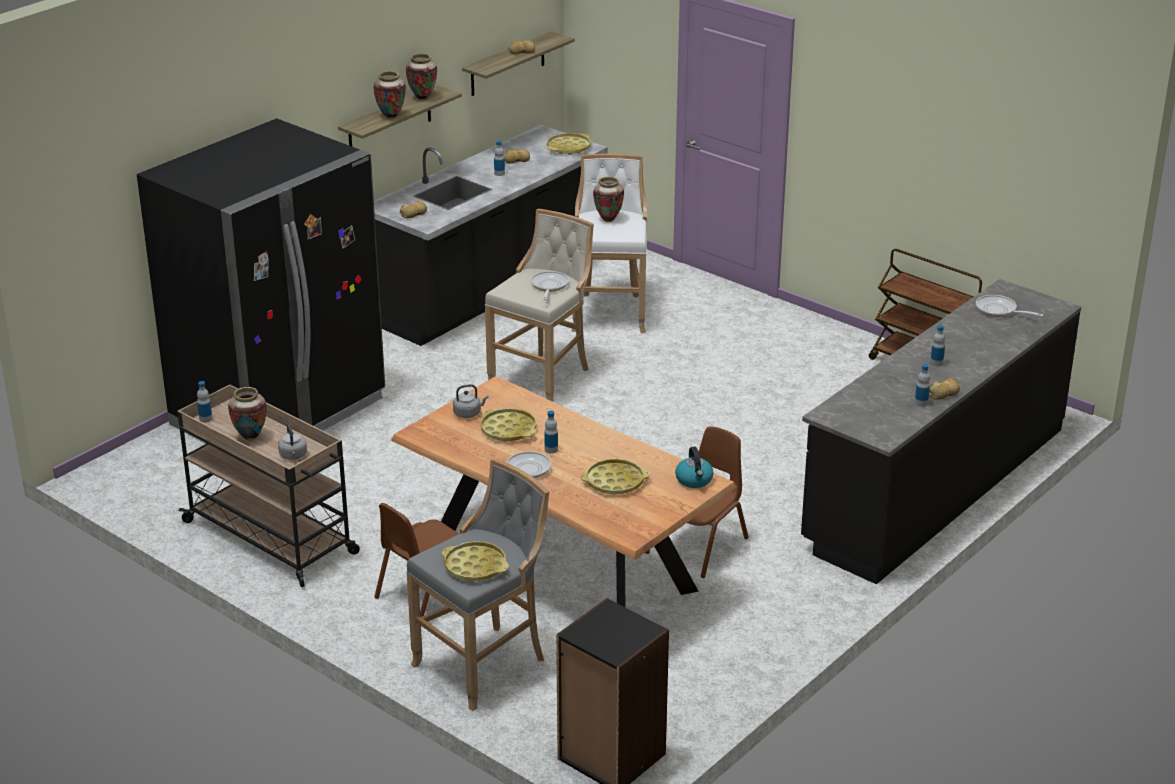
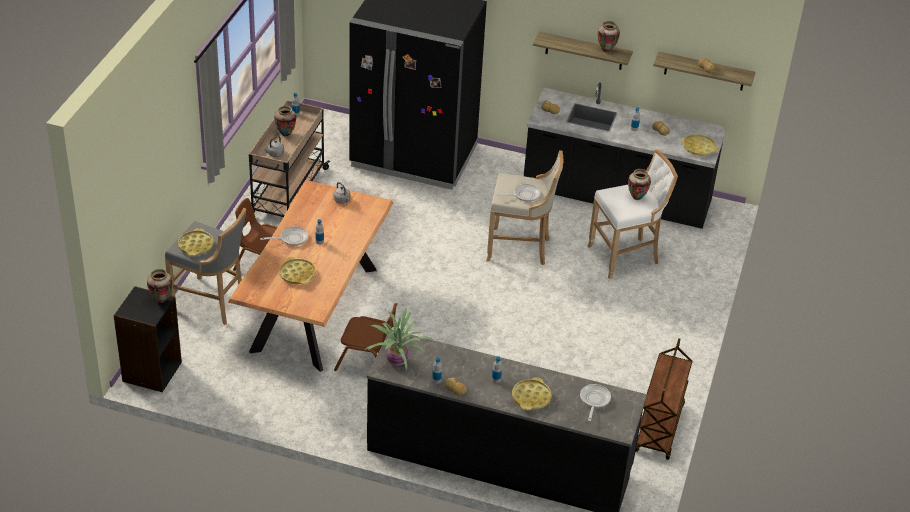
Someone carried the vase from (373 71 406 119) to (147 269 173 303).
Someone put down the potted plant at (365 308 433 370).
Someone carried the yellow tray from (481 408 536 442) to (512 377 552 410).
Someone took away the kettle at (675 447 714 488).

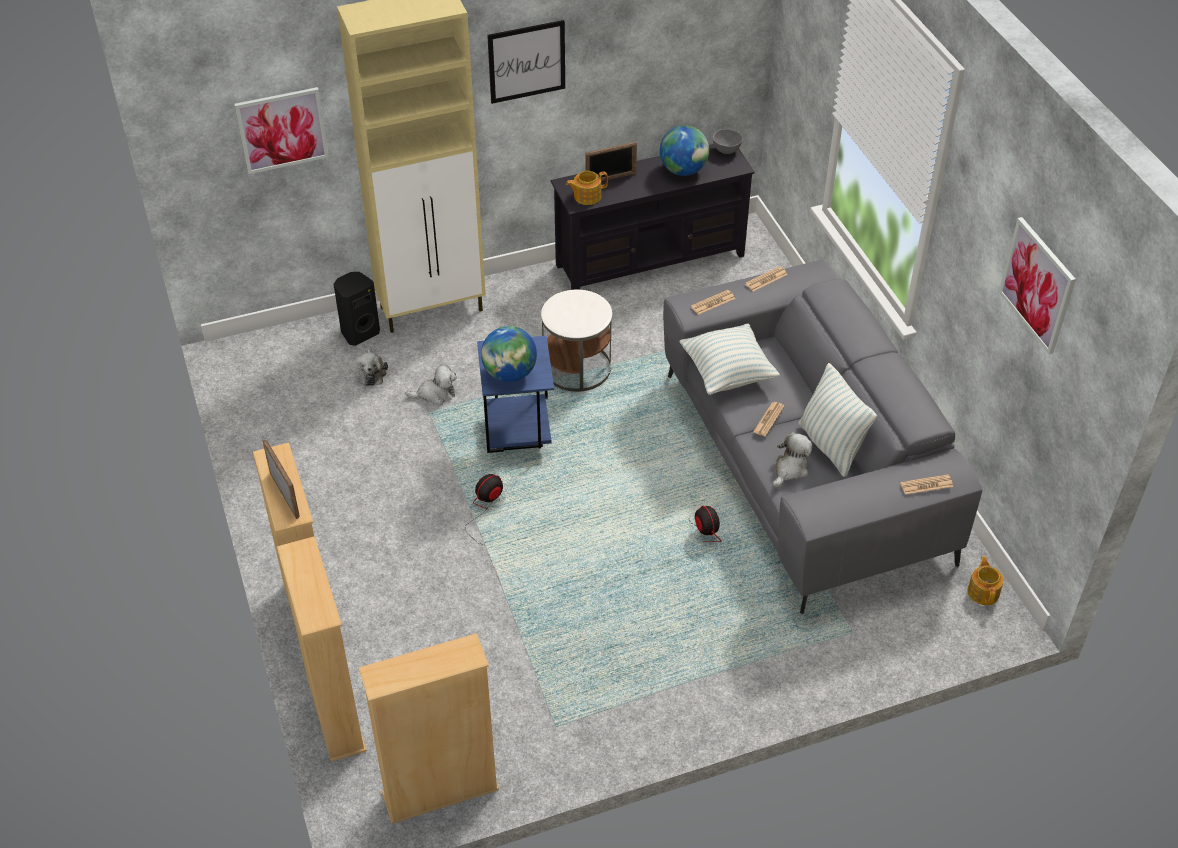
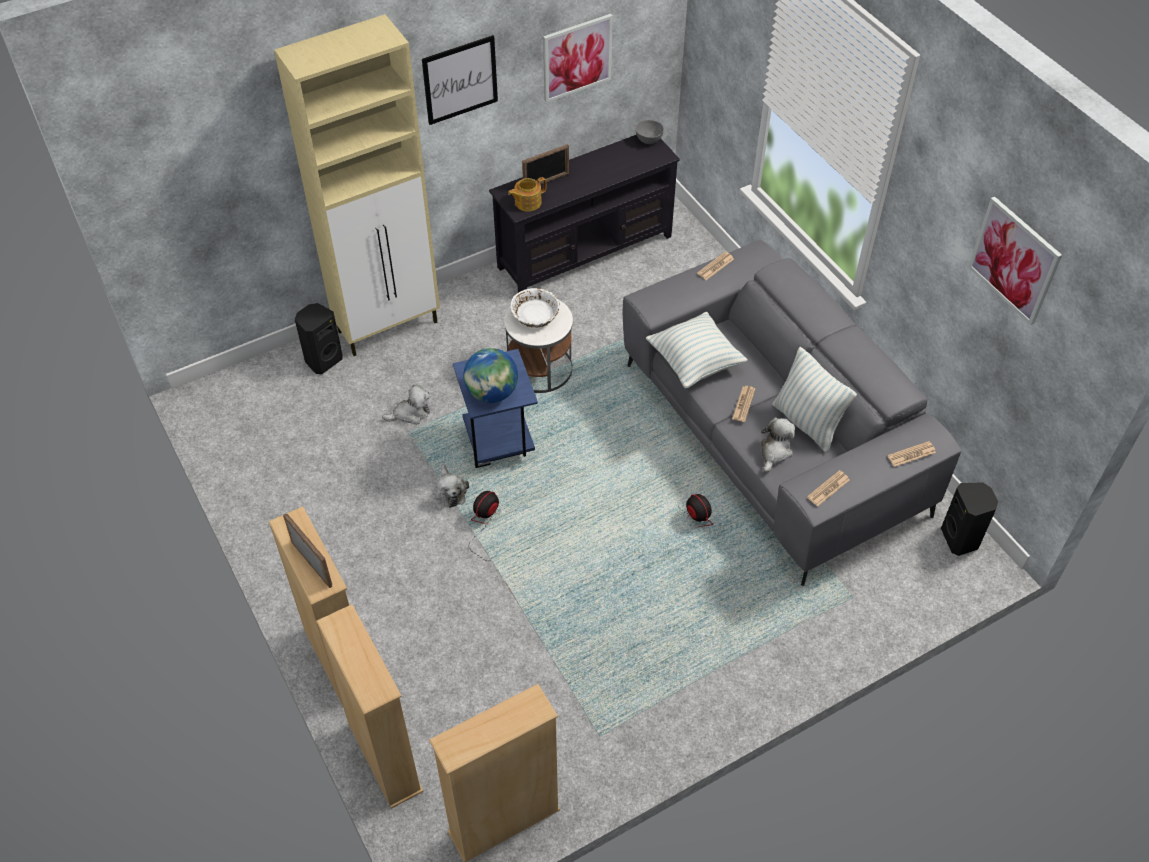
Someone carried the plush toy from (355 348 388 386) to (435 464 469 508).
Someone put down the white bowl at (510 288 560 328).
Someone carried the picture from (234 87 329 174) to (543 14 613 103).
Someone carried the newspaper from (691 290 735 315) to (807 470 850 506).
Someone swapped the teapot at (967 556 1004 605) for the black speaker at (941 482 998 556).
Someone took away the globe at (660 125 709 176).

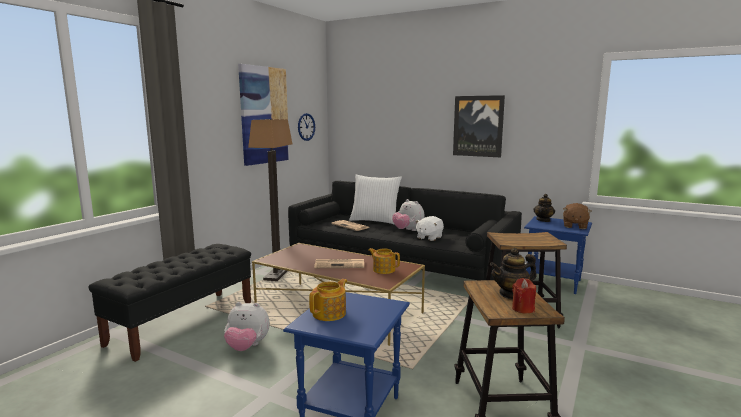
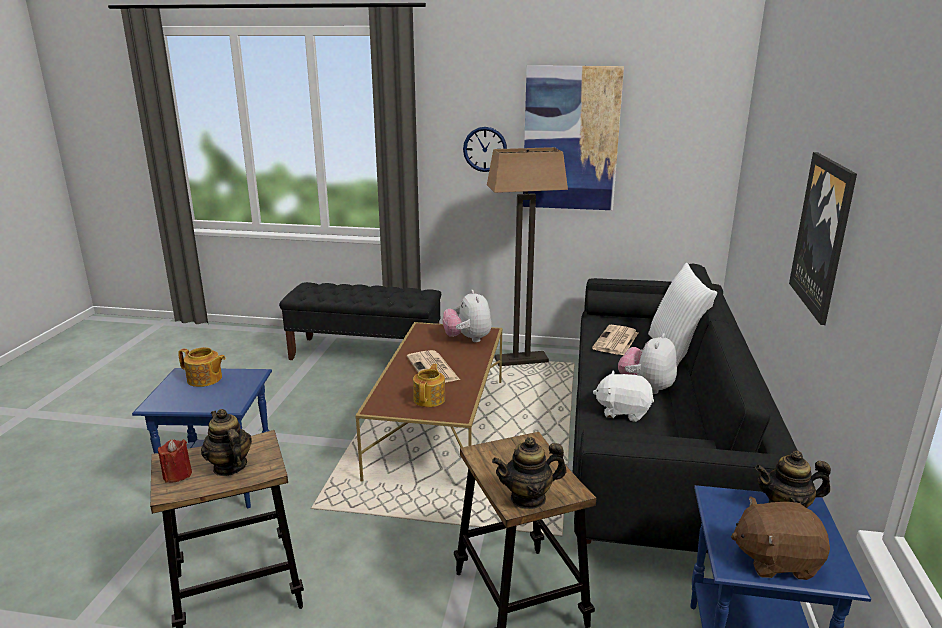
Someone carried the plush toy from (224 302 270 351) to (442 290 492 342).
Someone carried the wall clock from (298 113 315 141) to (463 127 507 172).
Someone put down the teapot at (492 437 567 509).

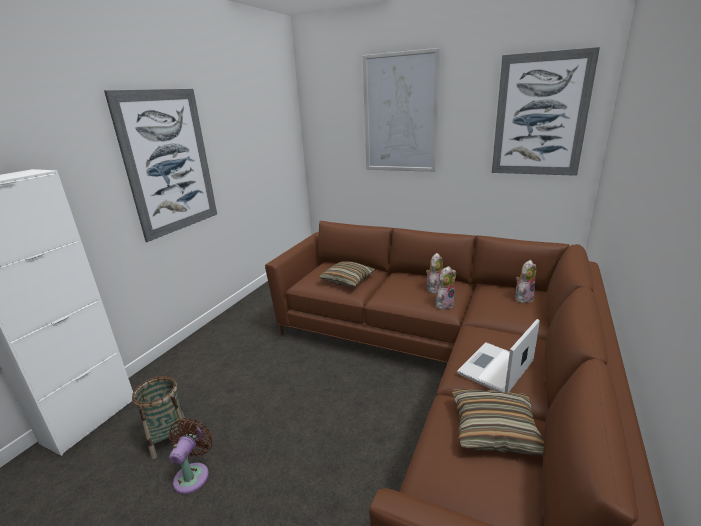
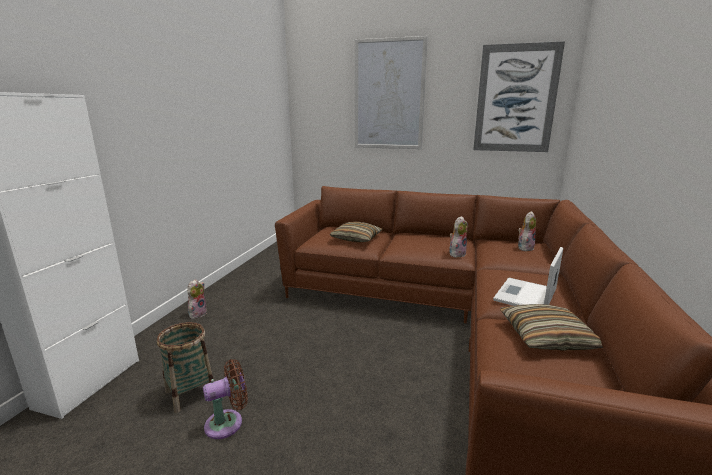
Someone carried the plush toy from (426 253 443 294) to (187 279 207 319).
Someone rotated the brown fan at (169 418 213 494) by 60 degrees clockwise.
Someone took away the picture at (104 89 217 242).

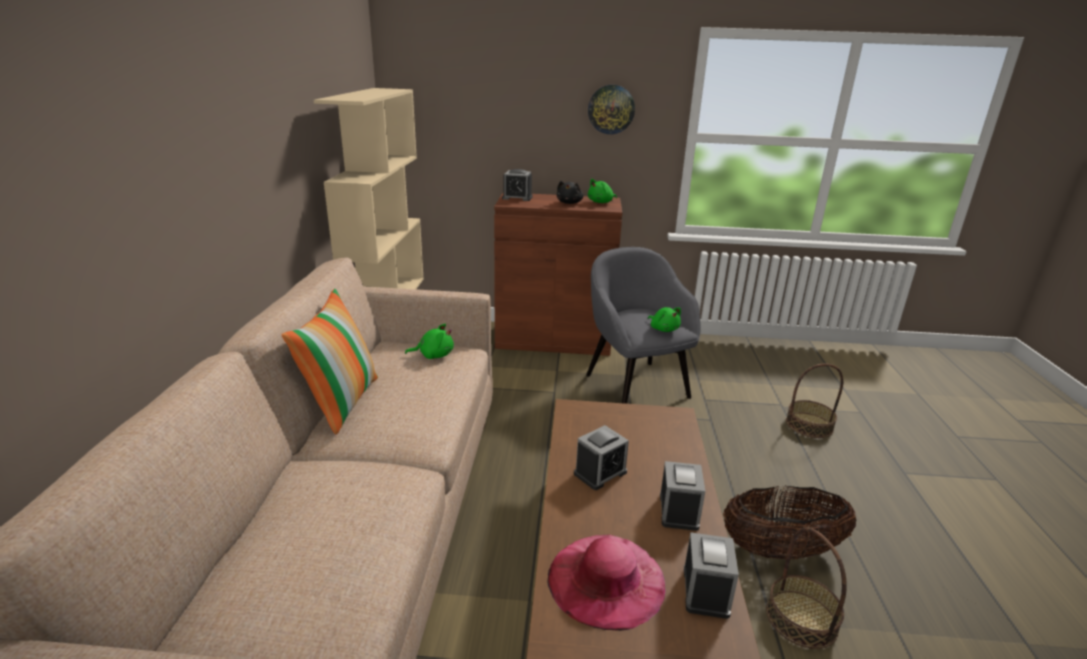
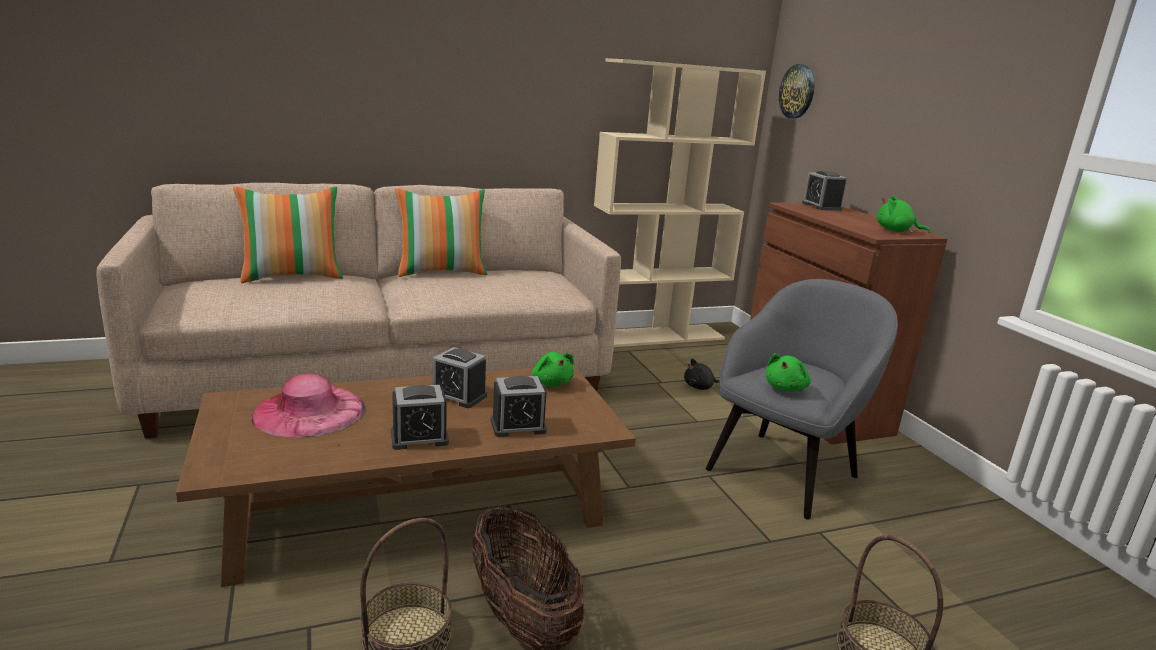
Someone put down the pillow at (233 186 343 283).
Someone carried the alarm clock from (684 532 739 619) to (491 376 547 437).
Someone carried the green plush toy from (405 324 454 359) to (532 352 574 387).
Someone carried the black plush toy from (557 181 583 204) to (684 359 720 390).
Someone carried the wall clock from (588 85 635 134) to (779 64 814 119).

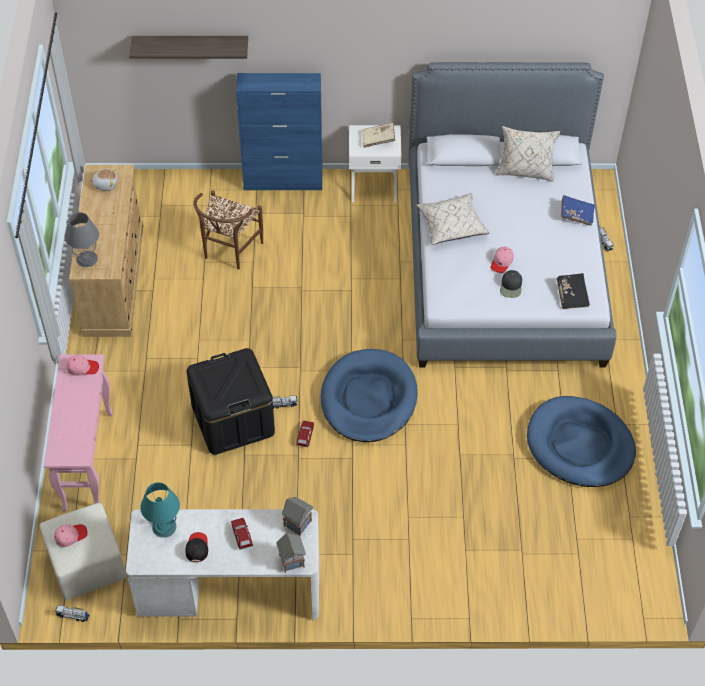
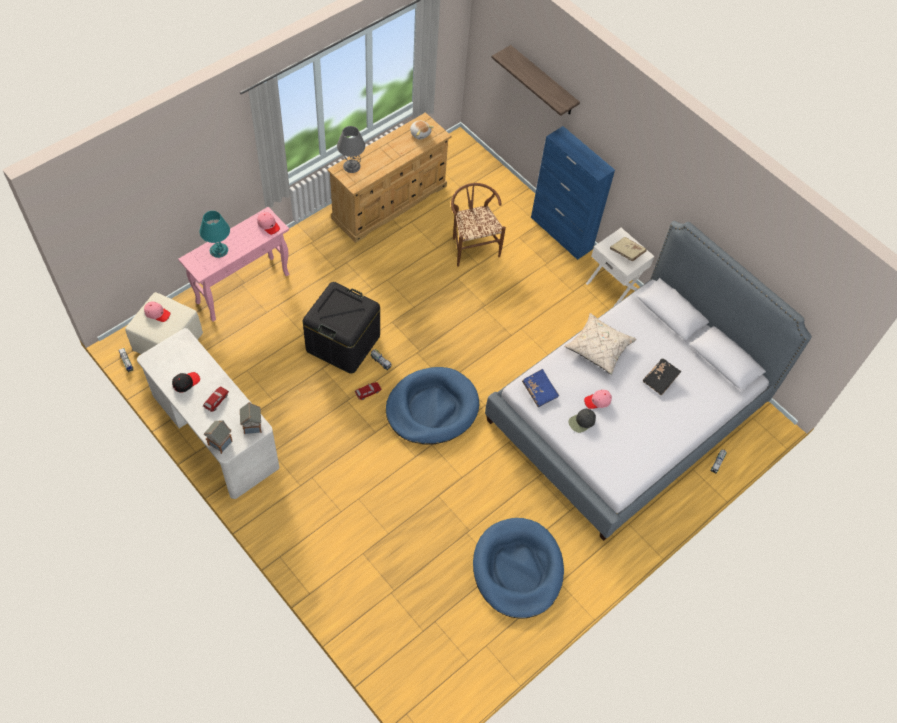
Someone carried the turquoise table lamp from (140 482 180 538) to (200 211 230 258).
Someone rotated the brown chair at (193 190 263 270) by 90 degrees clockwise.
Someone carried the blue book from (561 195 595 226) to (522 369 559 407).
Someone carried the black book from (557 273 590 309) to (643 359 681 395).
Someone took away the beige pillow at (496 126 560 182).

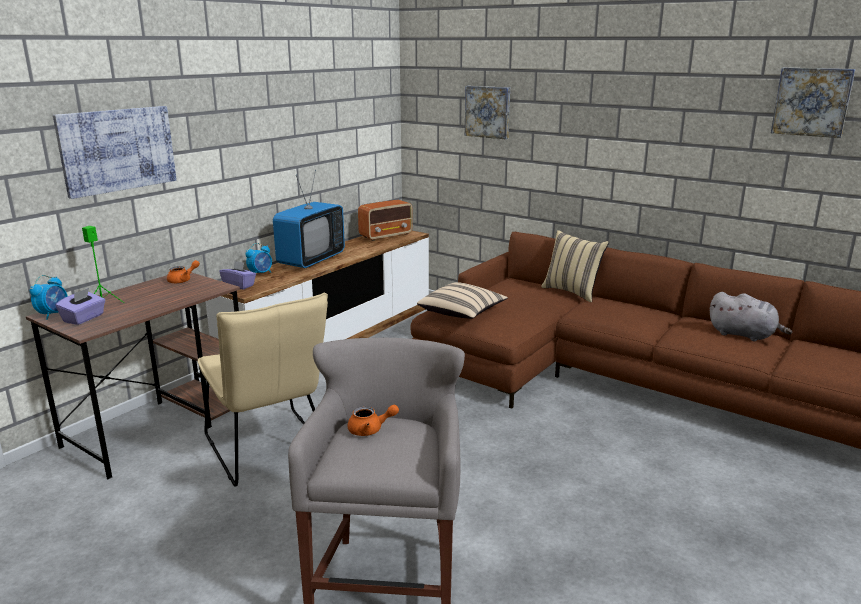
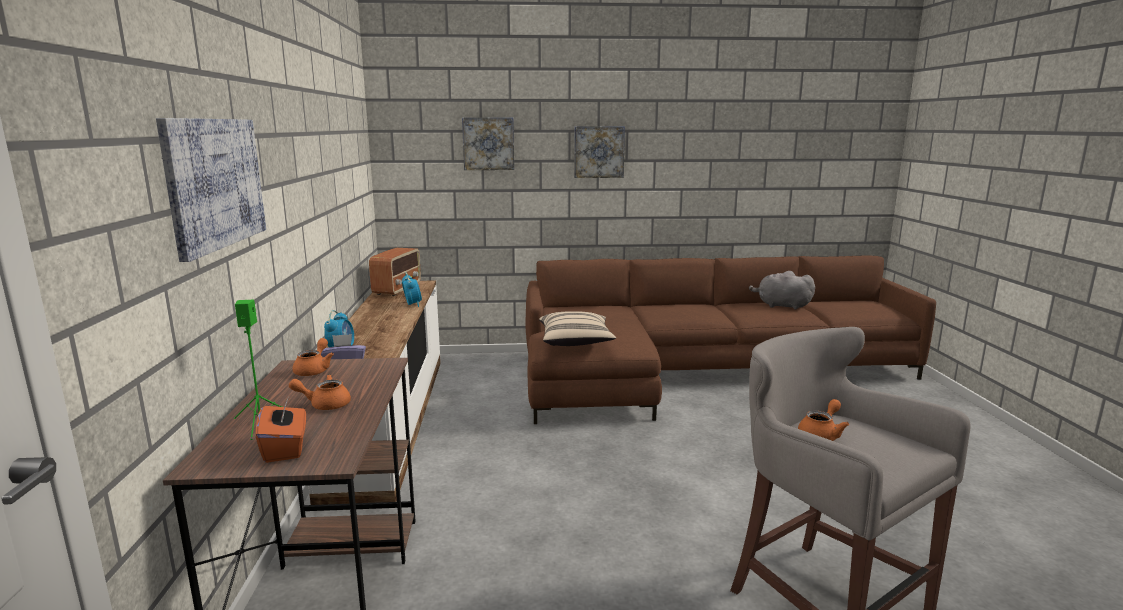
Someone repainted the purple tissue box at (55 288 105 325), which became the orange tissue box at (256 396 306 463).
Someone put down the orange teapot at (289 375 351 410).
Someone carried the alarm clock from (30 275 67 320) to (402 273 422 307).
Someone carried the picture from (771 67 856 138) to (574 126 625 178).
Someone rotated the grey plush toy at (710 292 792 342) by 150 degrees counterclockwise.
Someone took away the beige chair at (198 293 328 487).
Someone took away the television at (273 170 345 268).
Someone took away the beige pillow at (541 230 609 302).

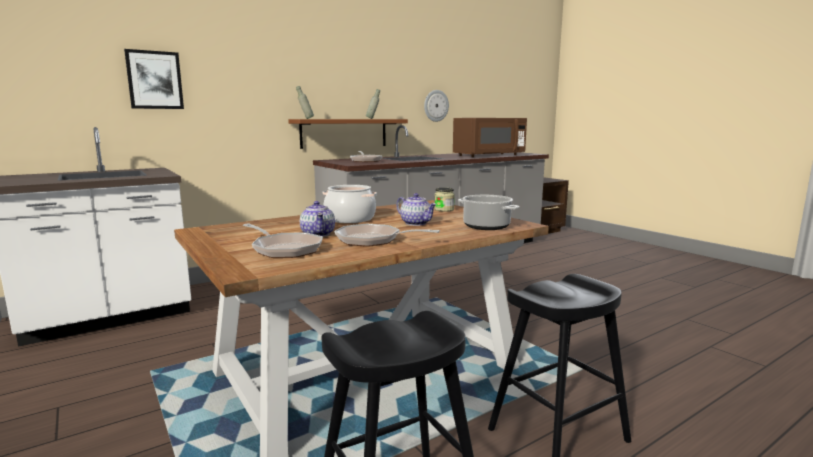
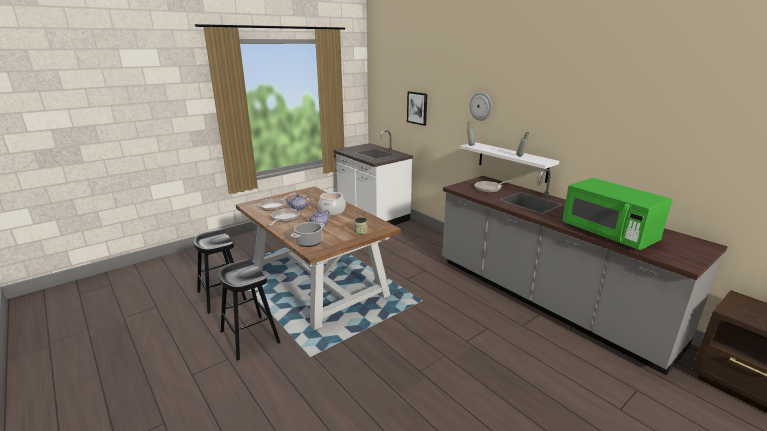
Someone repainted the brown shelf at (288 119 408 149), which became the white shelf at (460 142 559 183).
Someone carried the wall clock from (424 90 449 122) to (469 92 492 121).
Someone repainted the brown microwave at (453 118 527 157), which became the green microwave at (562 178 672 250).

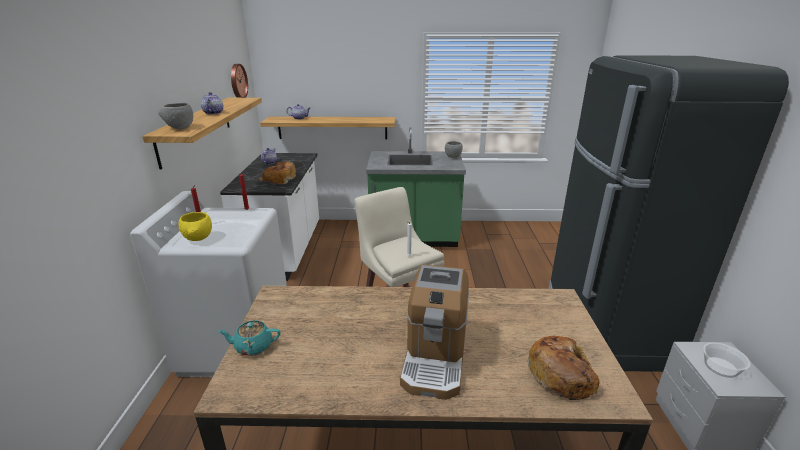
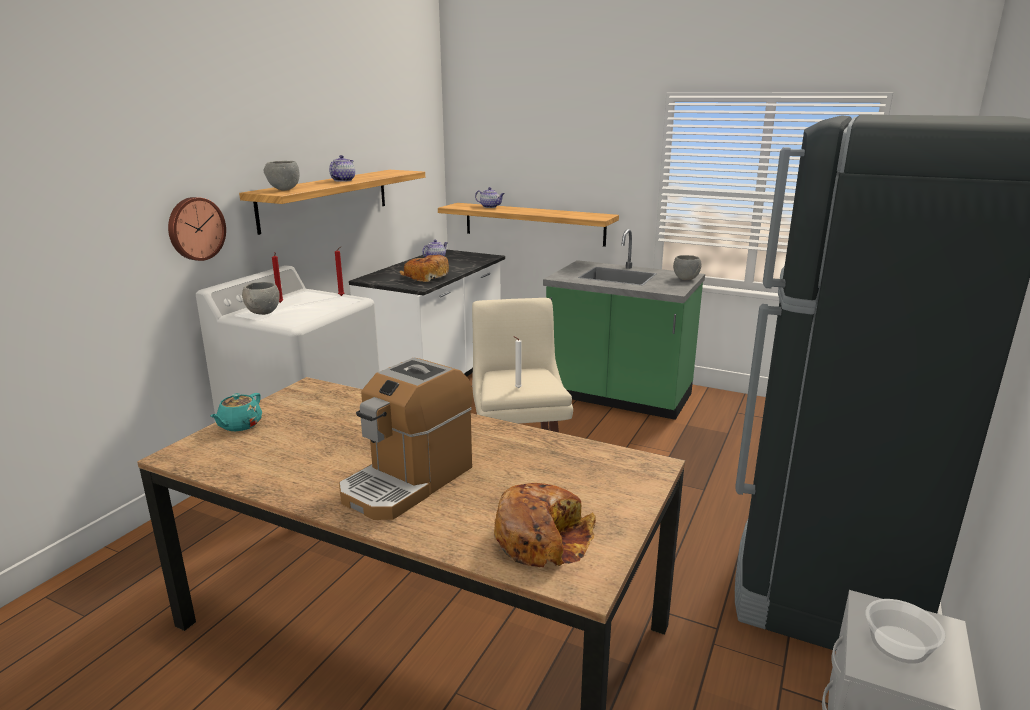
Someone carried the wall clock from (231 64 248 98) to (168 197 226 261).
Someone rotated the turquoise teapot at (218 320 281 356) by 90 degrees counterclockwise.
Someone repainted the yellow bowl at (178 212 212 241), which became the grey bowl at (242 282 280 315).

